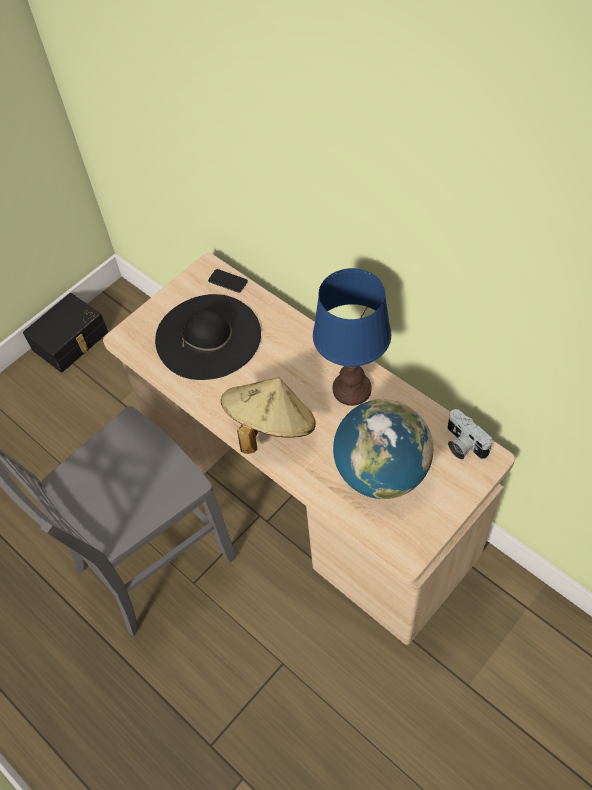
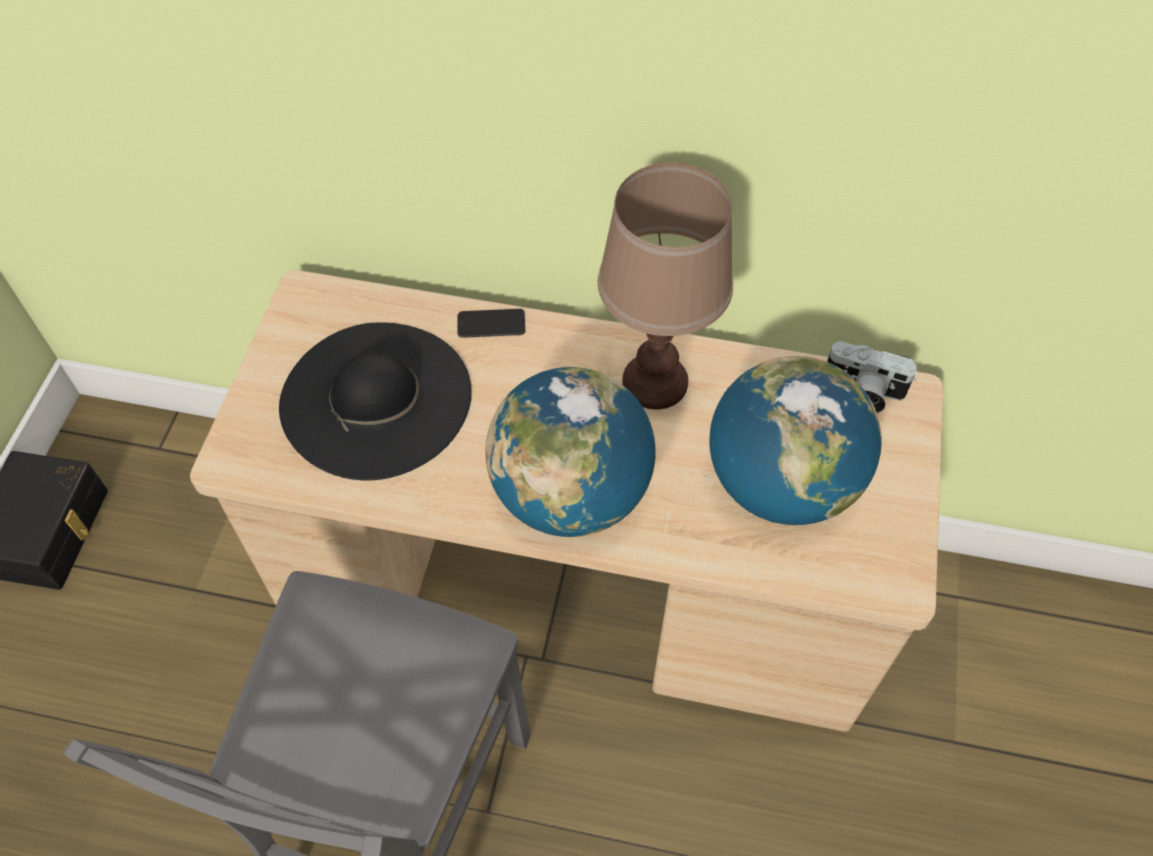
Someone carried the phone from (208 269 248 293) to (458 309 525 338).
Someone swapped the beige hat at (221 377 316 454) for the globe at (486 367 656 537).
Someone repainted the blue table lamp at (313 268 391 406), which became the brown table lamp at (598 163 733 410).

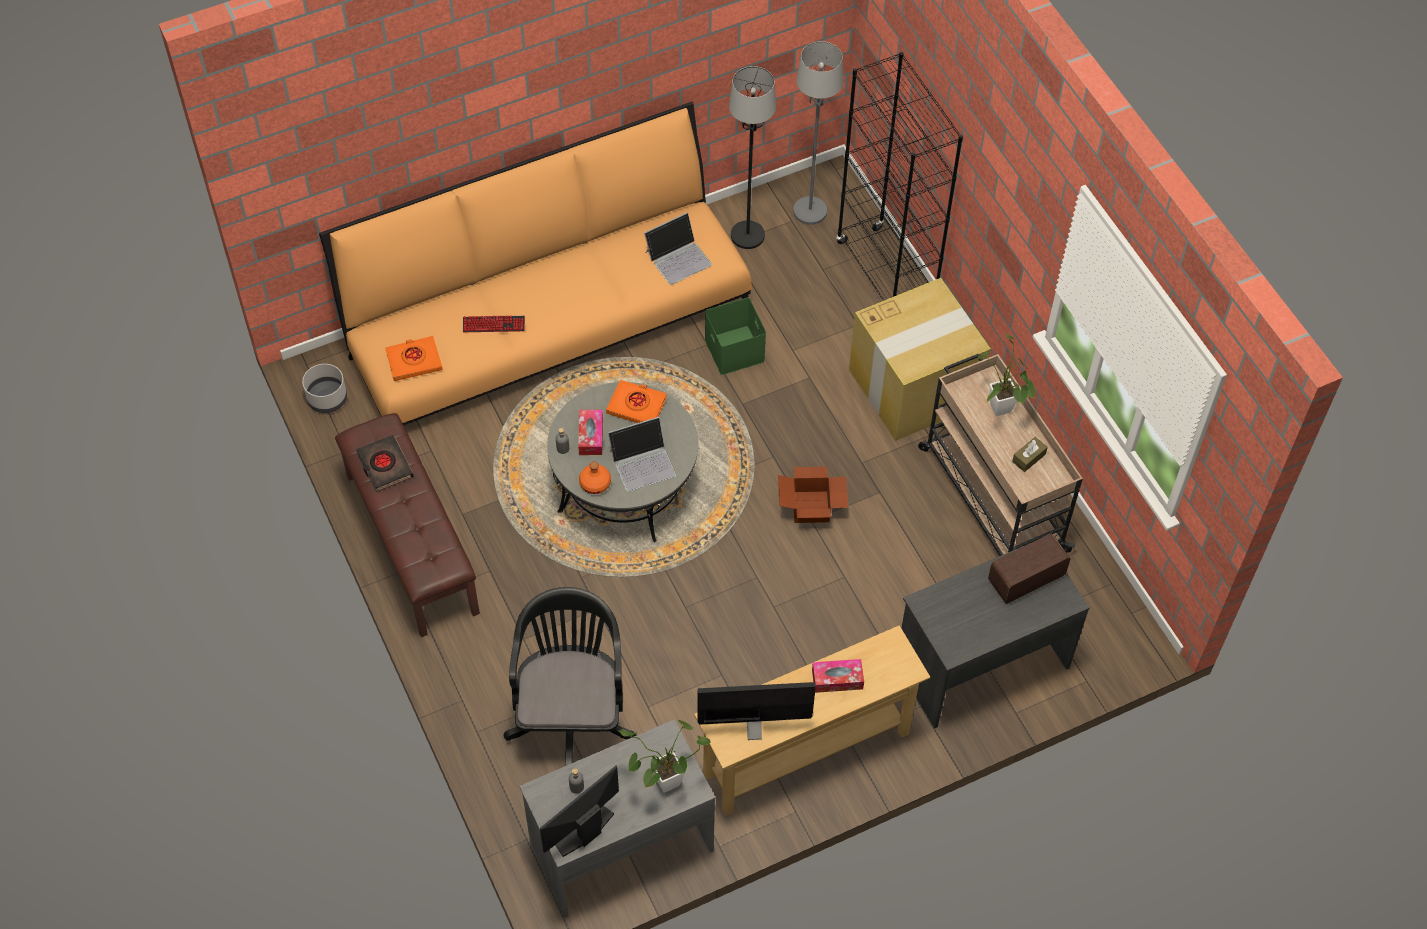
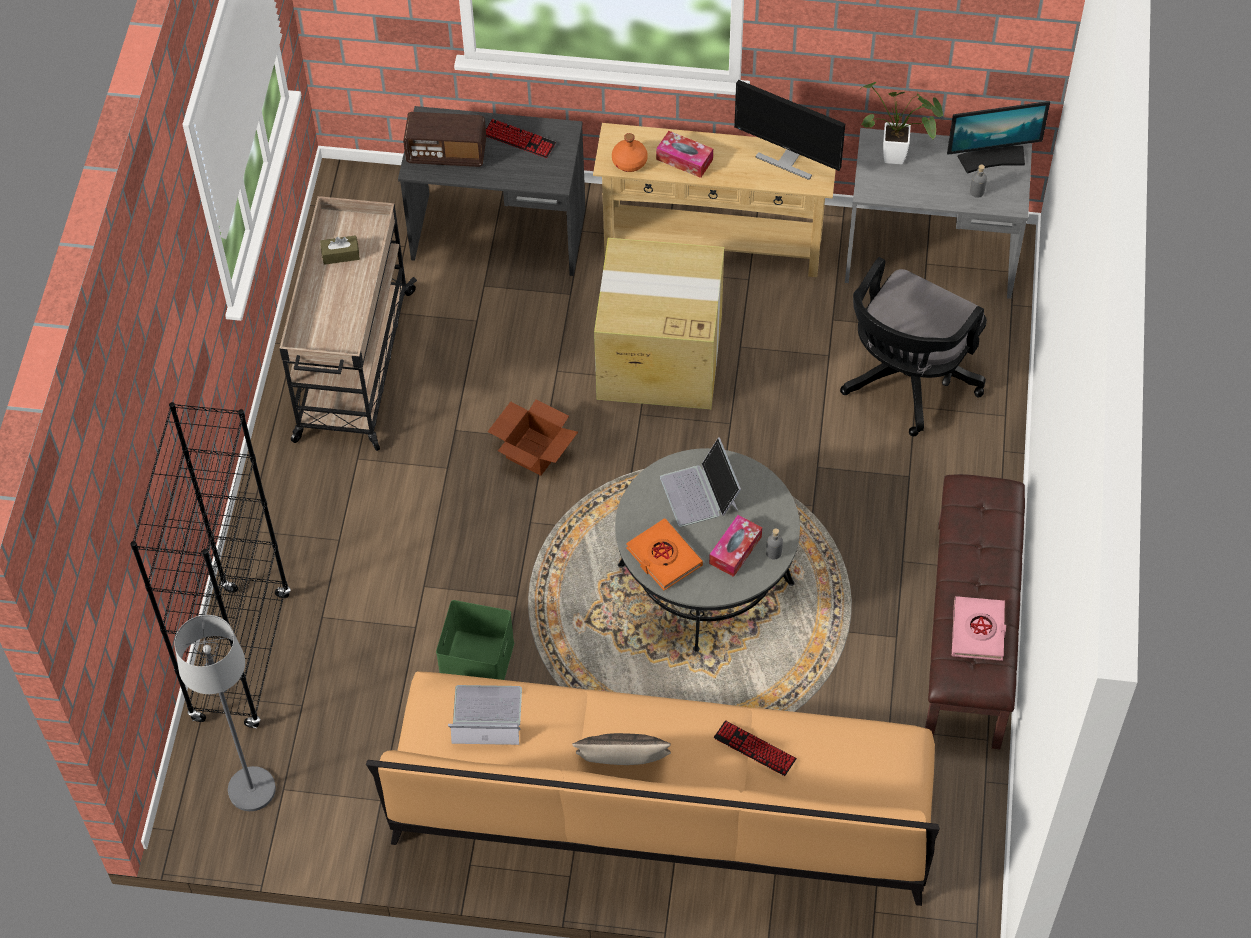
Someone put down the keyboard at (486 119 556 158).
Someone put down the pillow at (572 733 671 765).
Someone carried the cardboard box from (849 278 991 441) to (594 238 724 409).
Someone carried the orange bottle from (579 462 611 494) to (612 133 648 172).
Someone rotated the laptop at (608 417 676 492) by 120 degrees counterclockwise.
Someone repainted the black book at (356 435 414 492), which became the pink book at (952 596 1006 661).
Someone took away the grey planter at (302 364 347 413).
Someone took away the orange book at (385 336 443 381).
Someone took away the black floor lamp at (729 66 776 249).
Someone took away the potted plant at (978 334 1035 416).

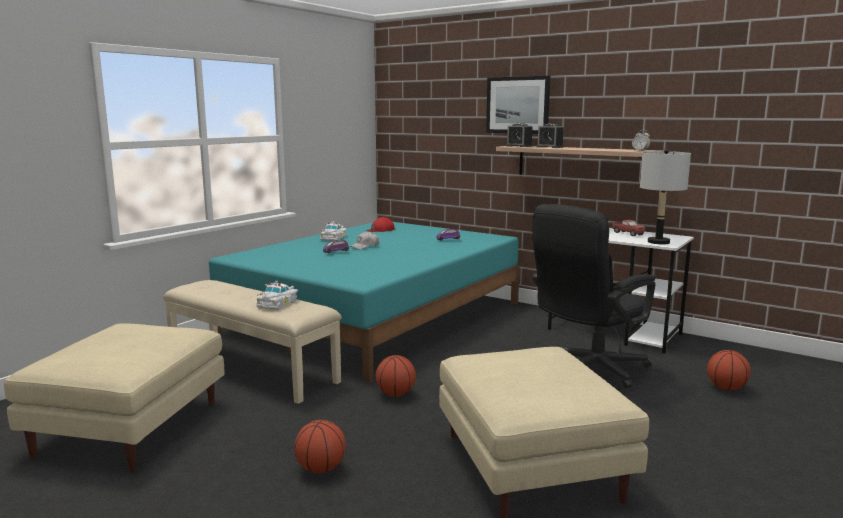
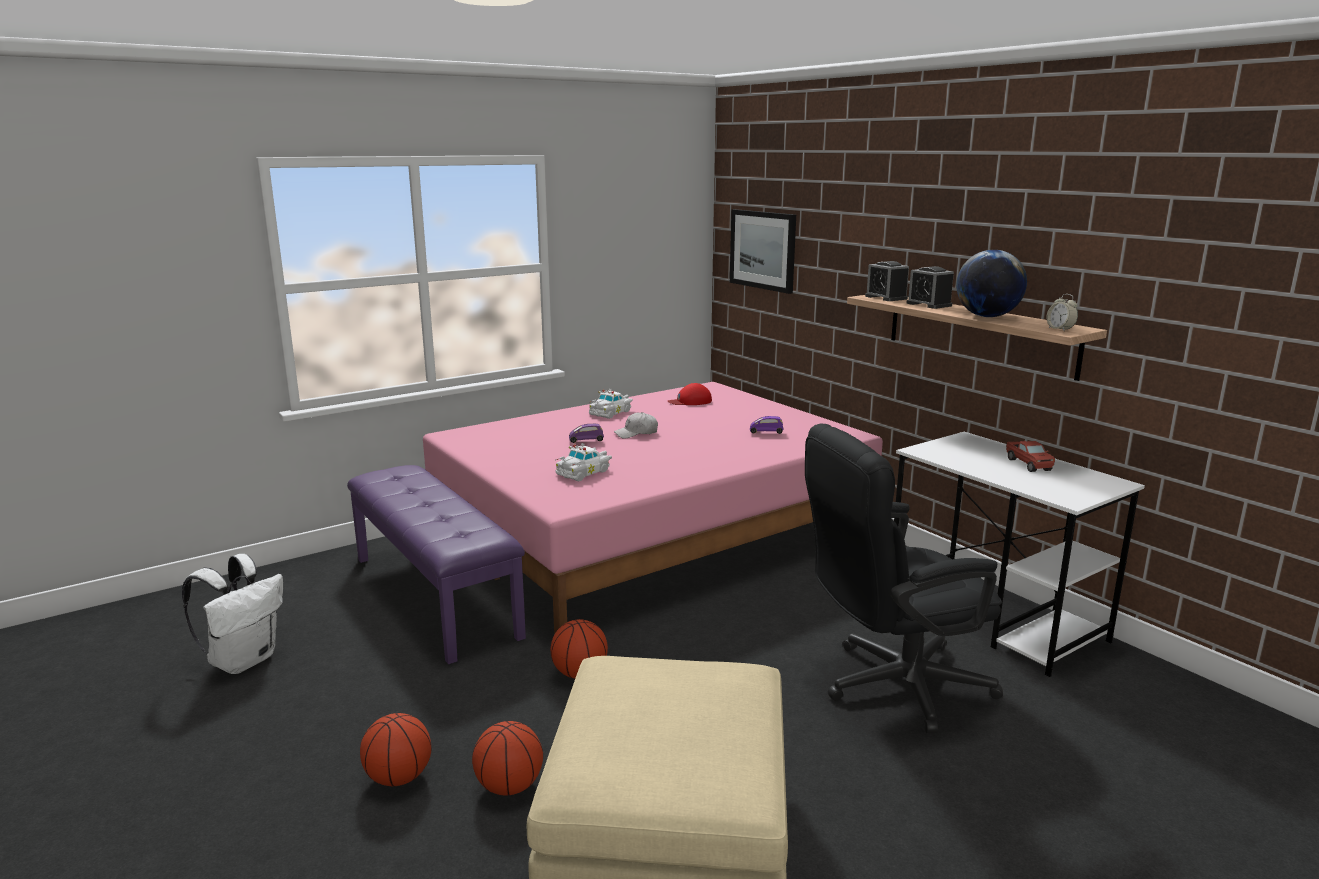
Someone swapped the beige ottoman at (4 323 225 472) for the white backpack at (182 554 283 674).
Someone repainted the beige bench at (163 280 342 404), which became the purple bench at (347 465 526 664).
Someone repainted the turquoise bed at (209 222 520 383), which became the pink bed at (423 382 883 634).
Someone carried the basketball from (707 350 751 390) to (472 721 543 796).
Someone carried the white toy car from (256 280 298 310) to (555 443 612 481).
Someone carried the picture from (486 76 550 134) to (730 209 796 294).
Someone put down the globe at (956 250 1027 317).
Someone took away the grey table lamp at (640 149 691 244).

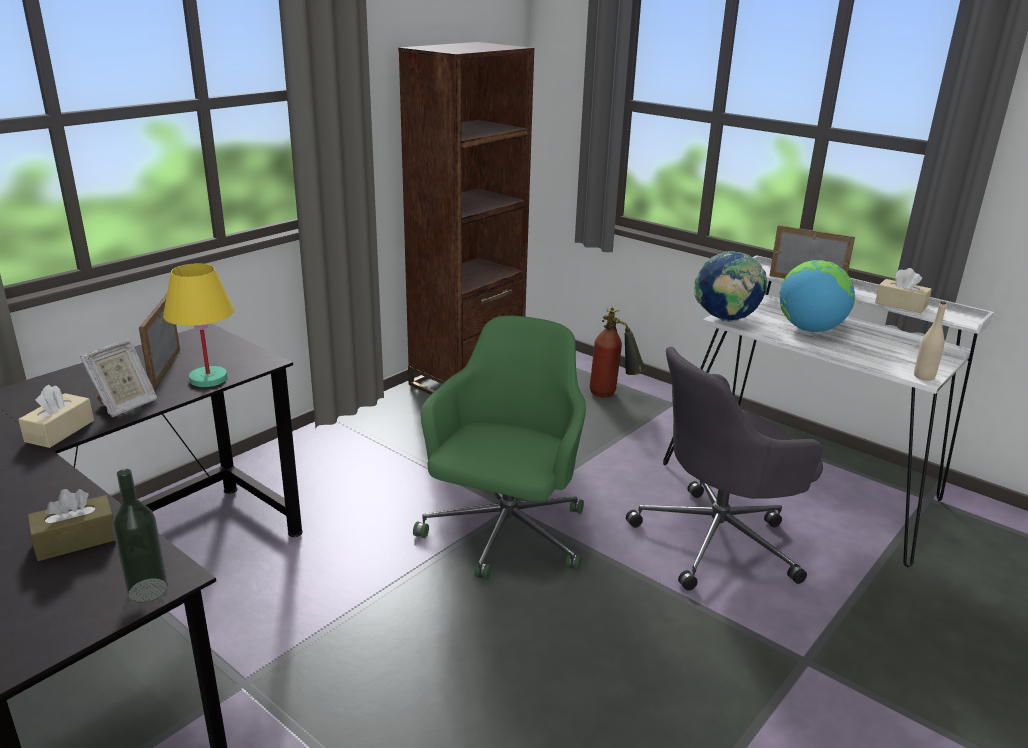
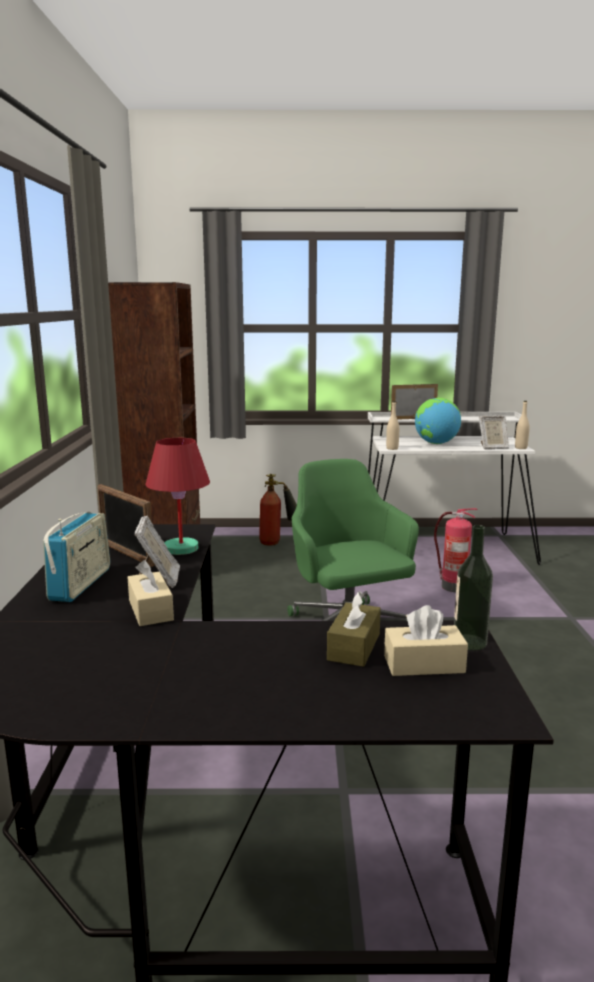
Someone put down the radio at (43 512 110 602).
Someone repainted the yellow table lamp at (163 263 234 387), which became the red table lamp at (145 438 210 555).
Someone carried the beige tissue box from (875 268 932 313) to (384 605 468 676).
Someone swapped the globe at (694 251 767 322) for the beige bottle at (386 401 399 450).
Someone swapped the grey office chair at (626 347 823 591) for the fire extinguisher at (434 508 477 592).
Someone put down the picture frame at (479 416 509 450).

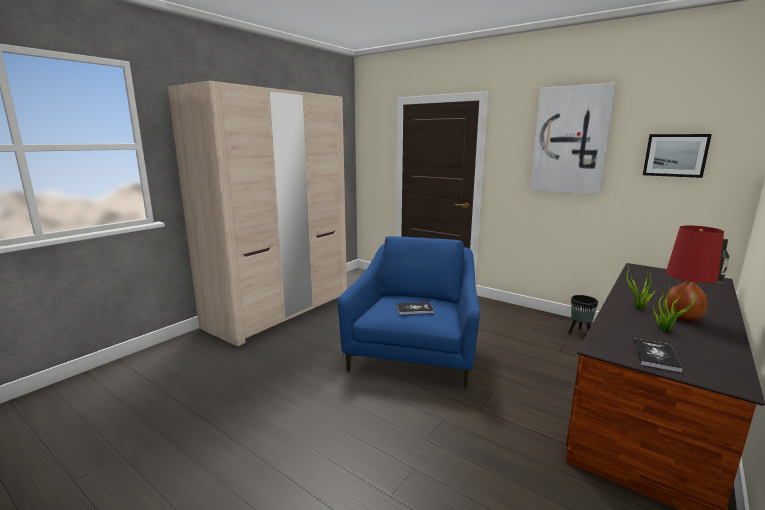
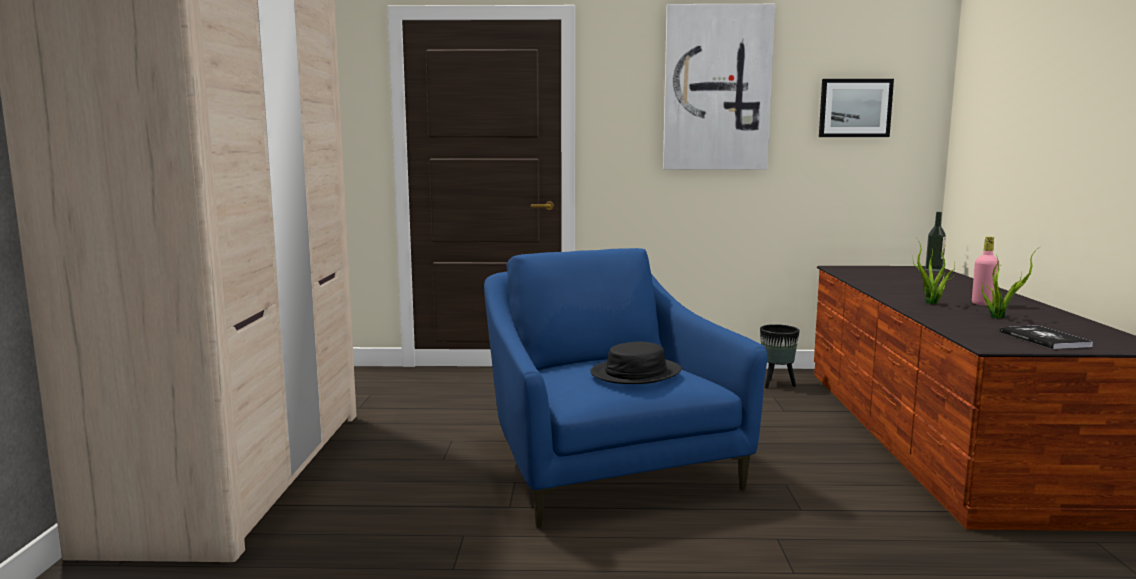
Someone swapped the book at (397 302 434 315) for the black hat at (590 341 681 384).
Someone swapped the red table lamp at (664 225 724 322) for the pink bottle at (972 236 1000 305).

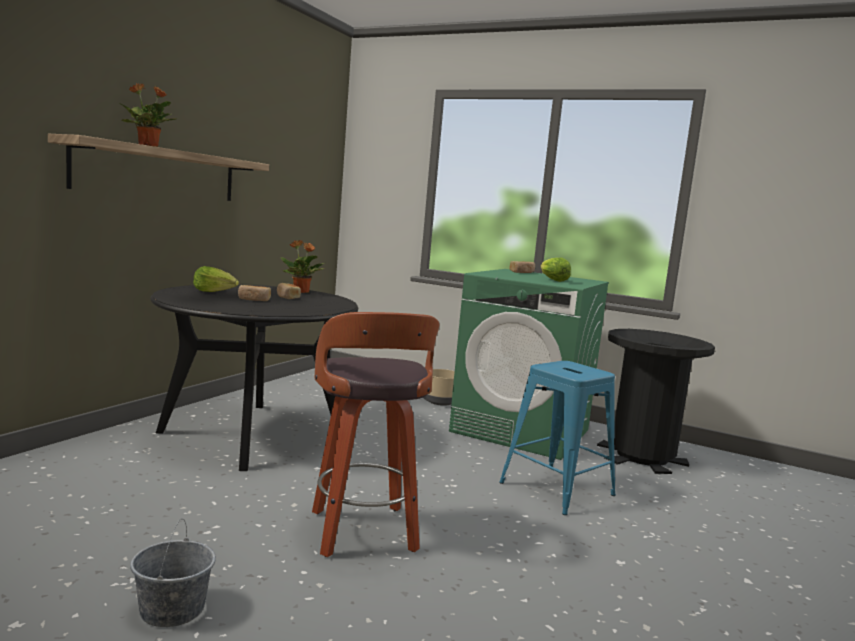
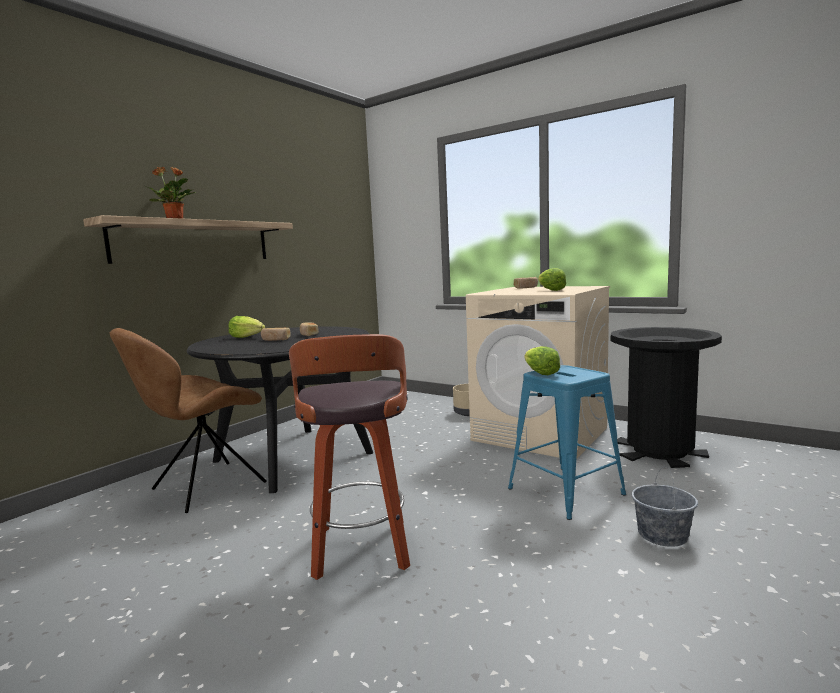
Someone put down the brown chair at (110 328 267 513).
Someone repainted the green washing machine at (449 269 609 460), which became the beige washing machine at (466 286 610 459).
Someone put down the lettuce at (524 346 560 375).
Someone carried the grey bucket from (130 519 216 627) to (632 466 698 547).
Someone took away the potted plant at (281 240 324 293).

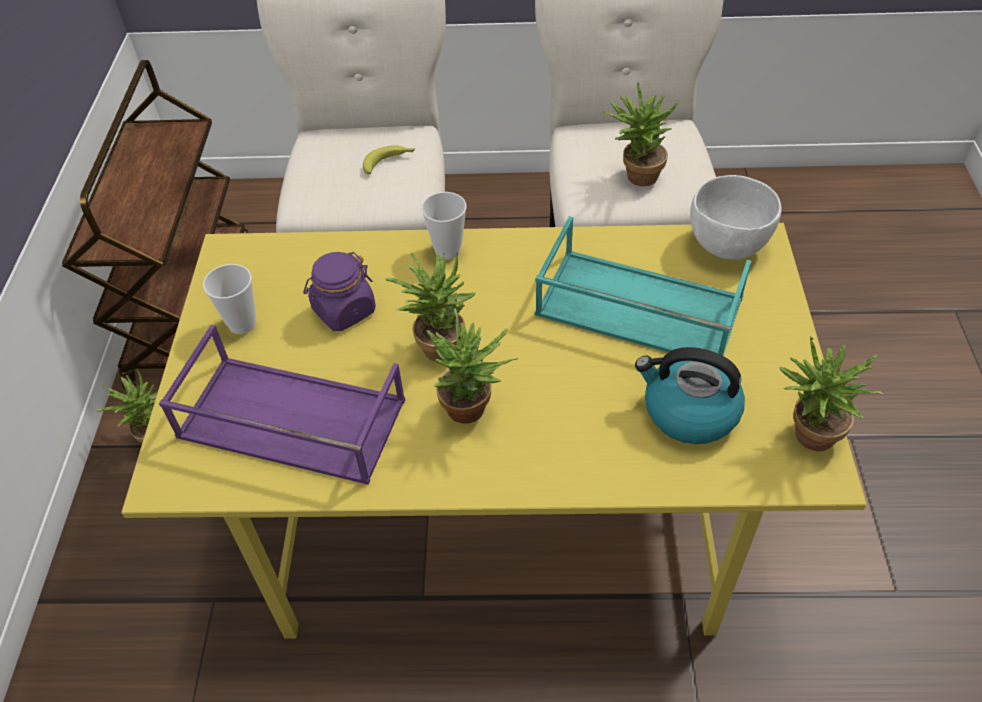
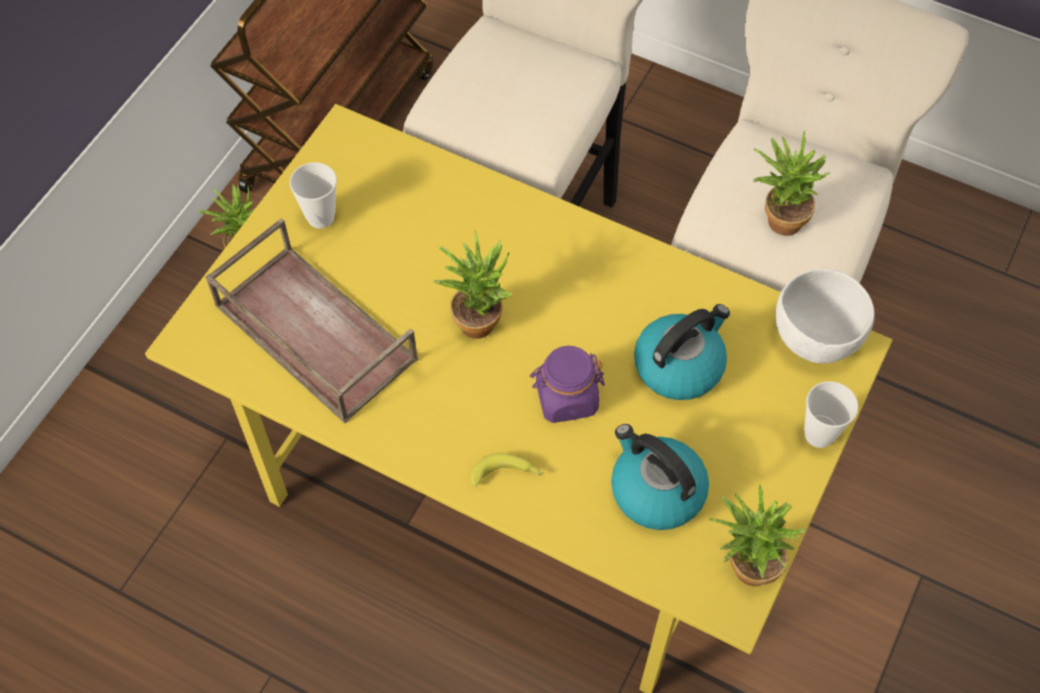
Someone repainted the purple tray at (159 325 405 485), which became the brown tray at (205 218 418 424).
Someone carried the banana from (363 146 415 174) to (471 453 544 487).
Someone carried the purple jar from (303 252 376 331) to (530 346 605 423).
Someone swapped the turquoise tray at (535 216 751 356) for the kettle at (634 304 730 400).
Someone carried the cup from (421 192 467 260) to (804 381 858 448).
Someone took away the potted plant at (426 308 518 424).

